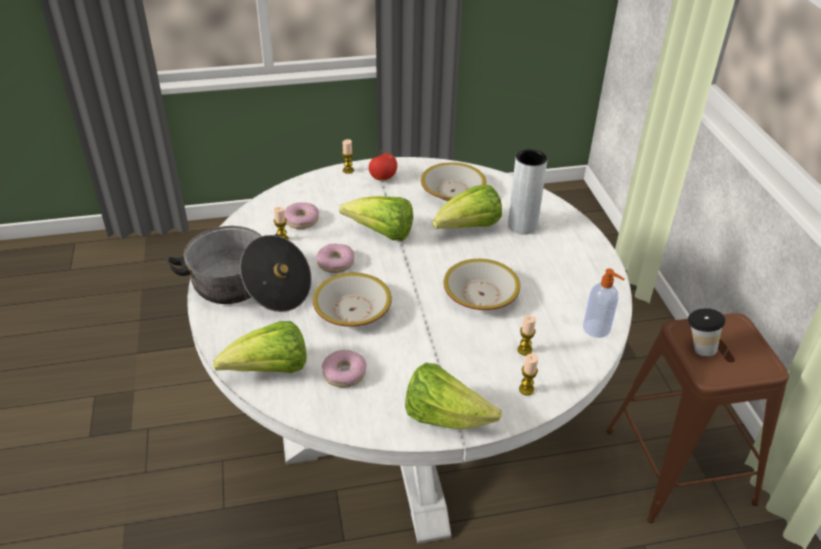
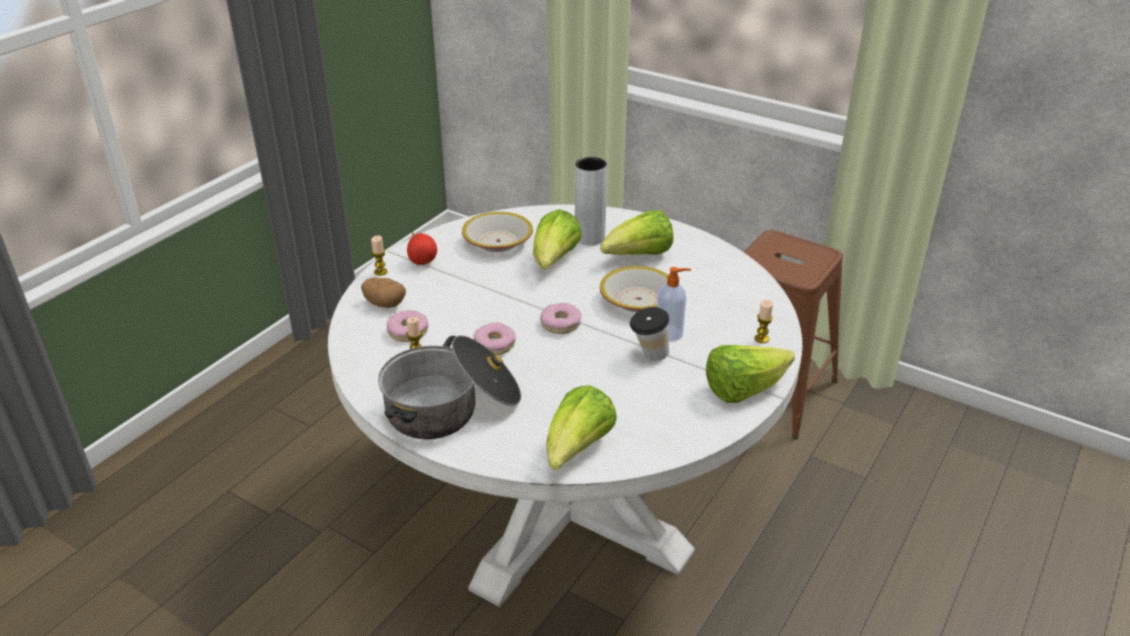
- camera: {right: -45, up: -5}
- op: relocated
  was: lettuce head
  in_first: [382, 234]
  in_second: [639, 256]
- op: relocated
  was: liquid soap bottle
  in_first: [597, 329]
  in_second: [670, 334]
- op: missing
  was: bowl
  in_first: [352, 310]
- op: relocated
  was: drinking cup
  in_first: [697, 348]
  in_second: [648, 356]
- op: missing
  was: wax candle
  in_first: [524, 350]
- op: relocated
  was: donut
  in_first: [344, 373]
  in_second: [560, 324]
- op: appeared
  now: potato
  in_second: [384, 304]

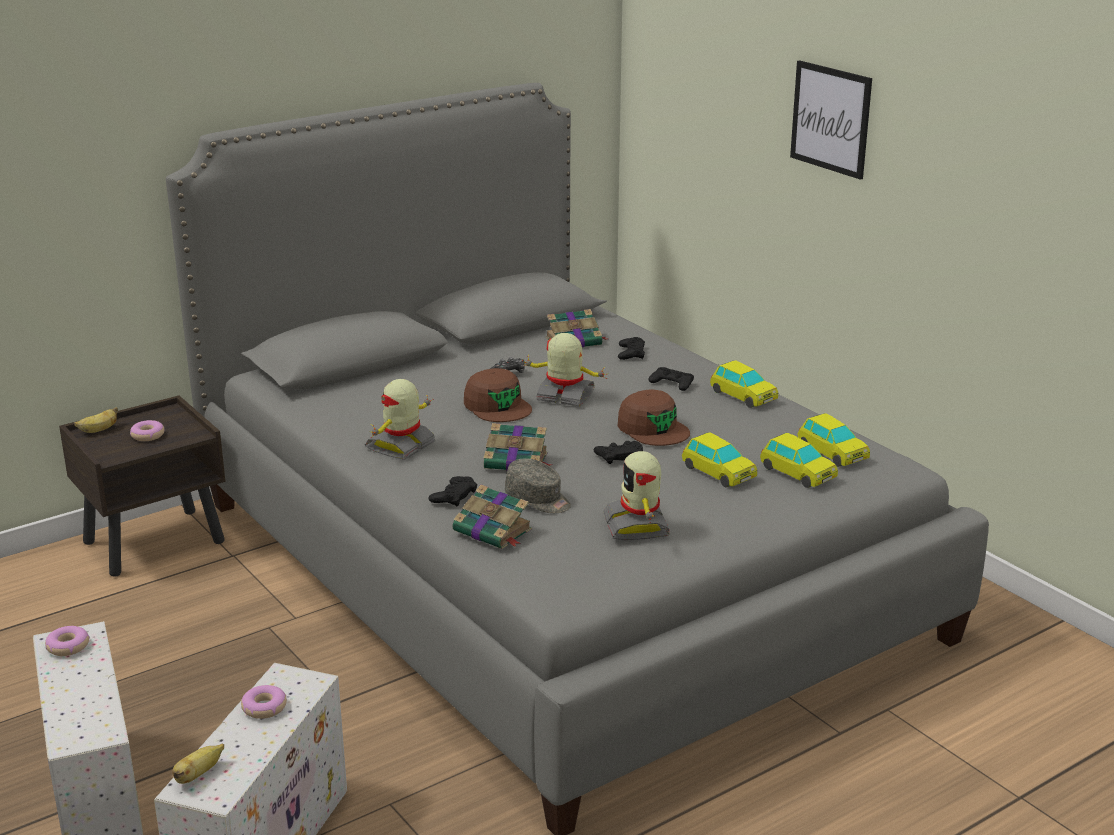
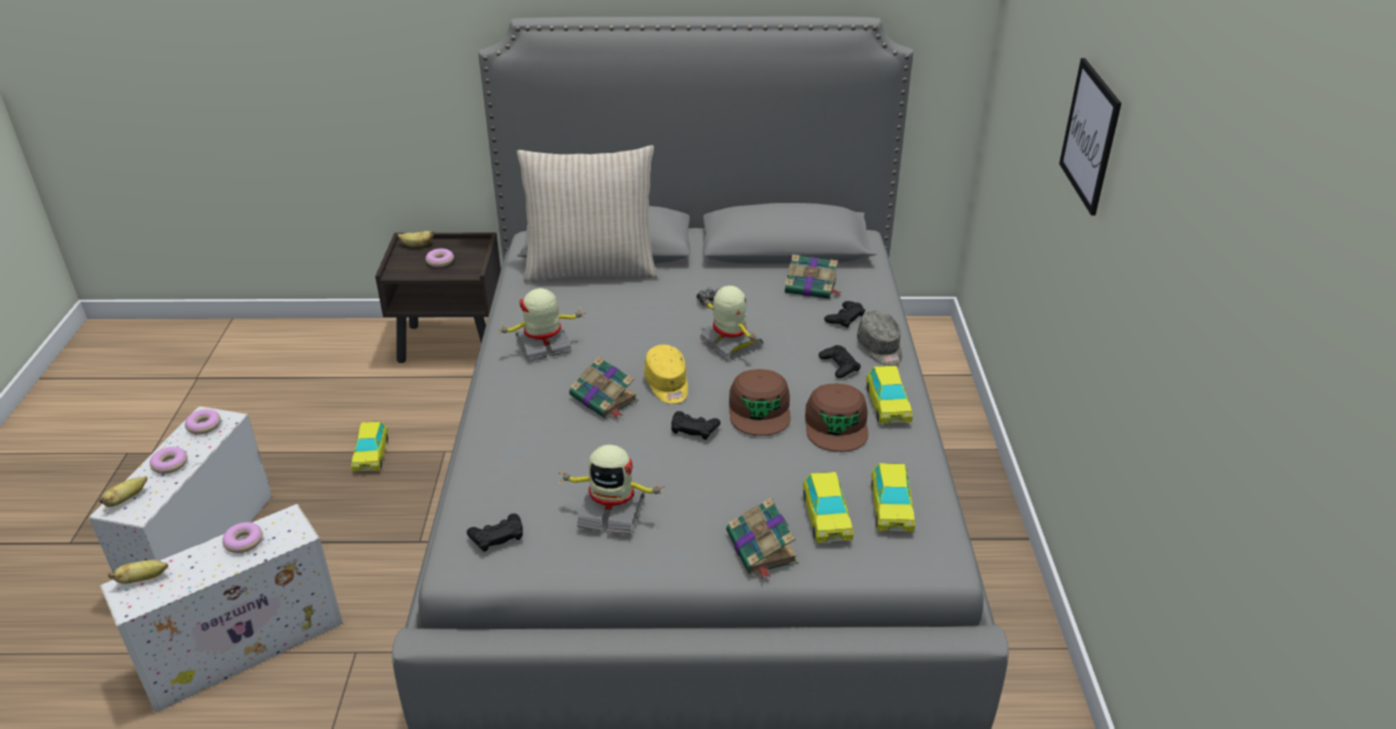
- camera: {right: 35, up: 10}
- op: relocated
  was: brown-coloured peaked cap
  in_first: [497, 406]
  in_second: [836, 425]
- op: relocated
  was: miniature car
  in_first: [718, 473]
  in_second: [371, 455]
- op: spun
  was: robot figure
  in_first: [638, 525]
  in_second: [612, 512]
  clockwise: -105
- op: relocated
  was: grey peaked cap
  in_first: [538, 500]
  in_second: [880, 349]
- op: relocated
  was: black-coloured joypad
  in_first: [453, 496]
  in_second: [497, 536]
- op: relocated
  was: book
  in_first: [493, 531]
  in_second: [762, 549]
- op: appeared
  now: beige-coloured throw pillow
  in_second: [591, 269]
- op: appeared
  now: yellow-coloured peaked cap
  in_second: [667, 385]
- op: appeared
  now: donut
  in_second: [170, 464]
- op: appeared
  now: banana
  in_second: [126, 499]

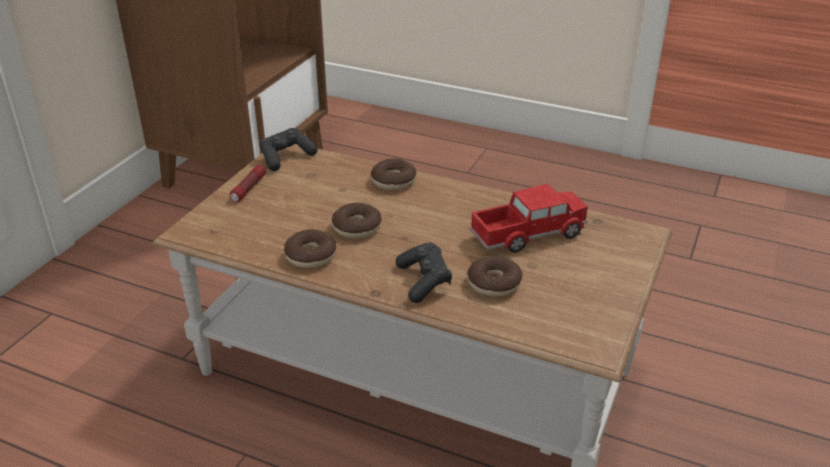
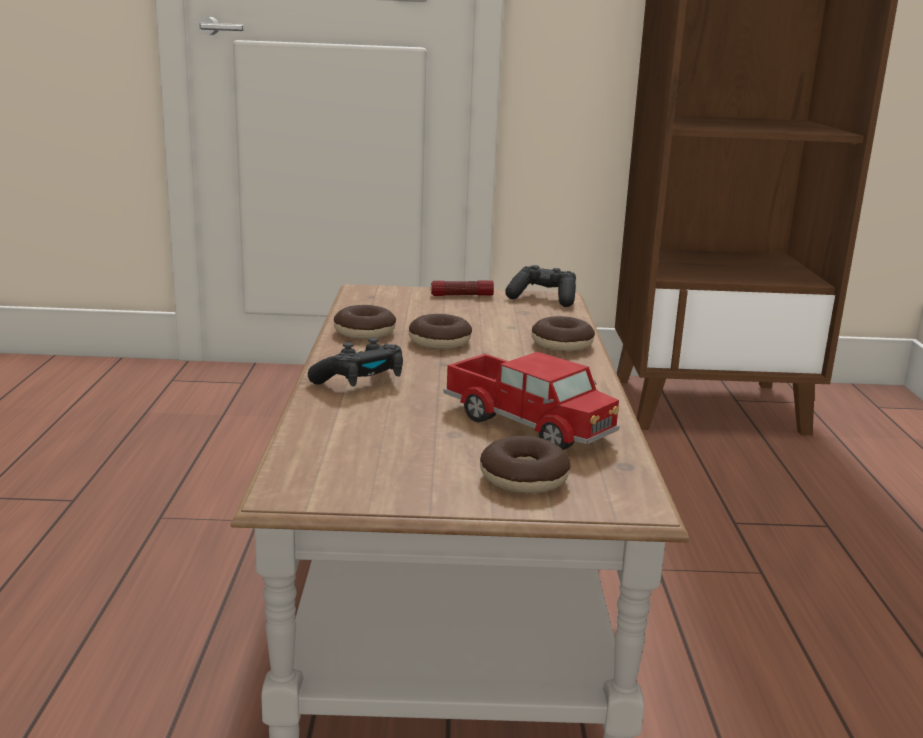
- camera: {right: 65, up: -15}
- op: relocated
  was: donut
  in_first: [494, 283]
  in_second: [523, 479]

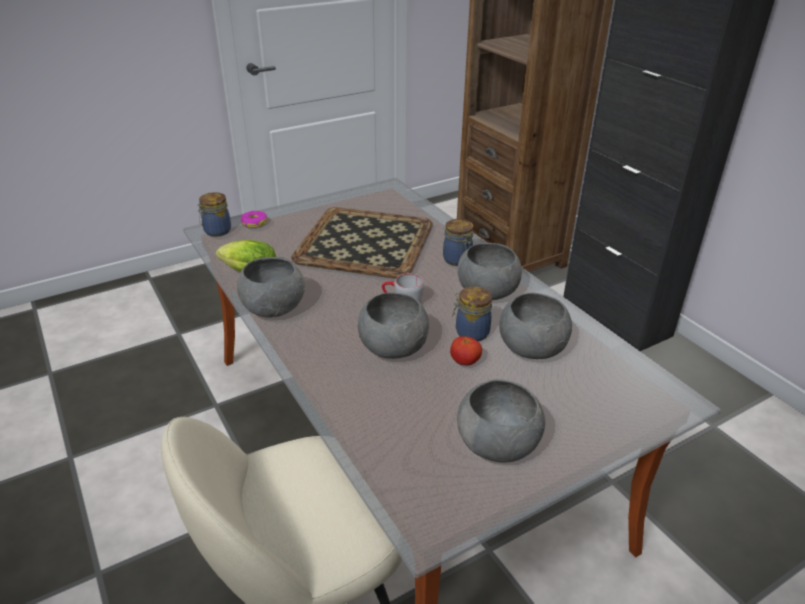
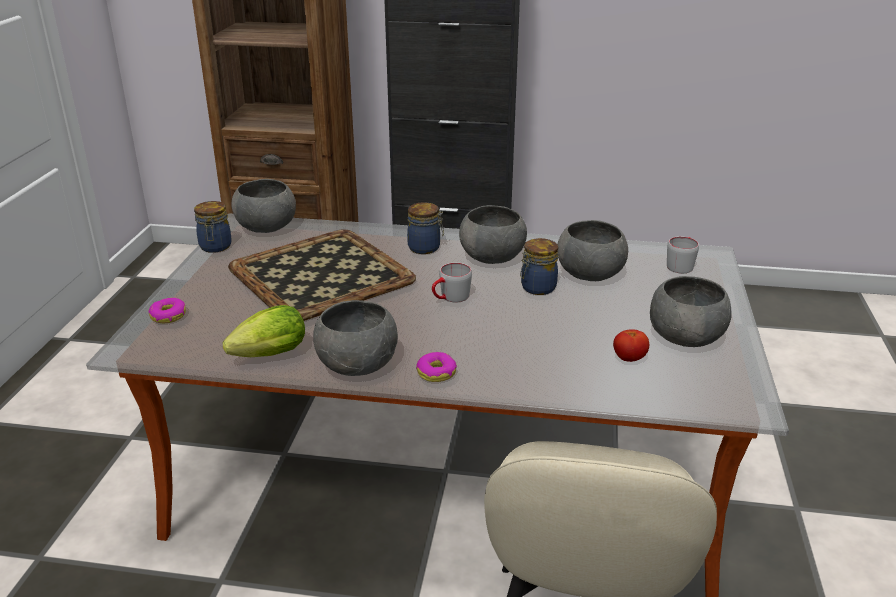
- camera: {right: -50, up: -5}
- op: relocated
  was: storage jar
  in_first: [216, 231]
  in_second: [215, 247]
- op: relocated
  was: grey bowl
  in_first: [393, 347]
  in_second: [266, 227]
- op: relocated
  was: fresh tomato
  in_first: [465, 362]
  in_second: [629, 359]
- op: appeared
  now: grey mug
  in_second: [681, 264]
- op: appeared
  now: donut
  in_second: [436, 372]

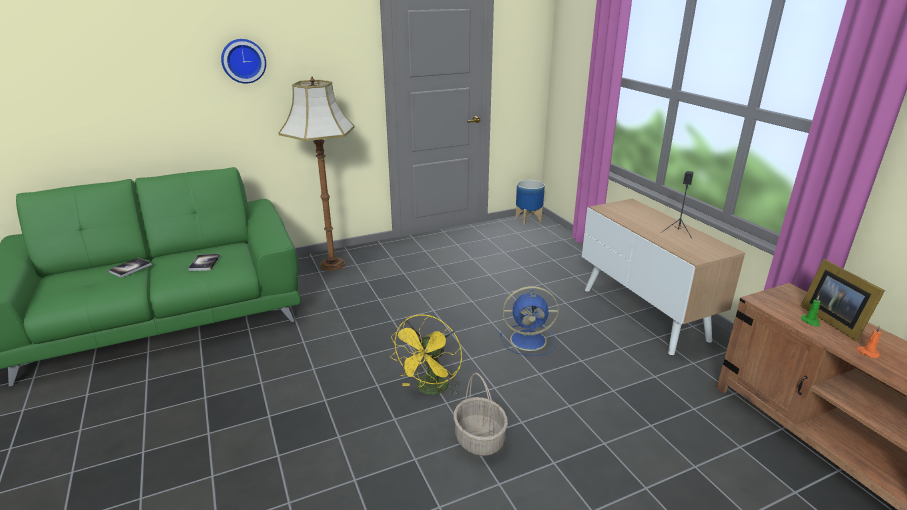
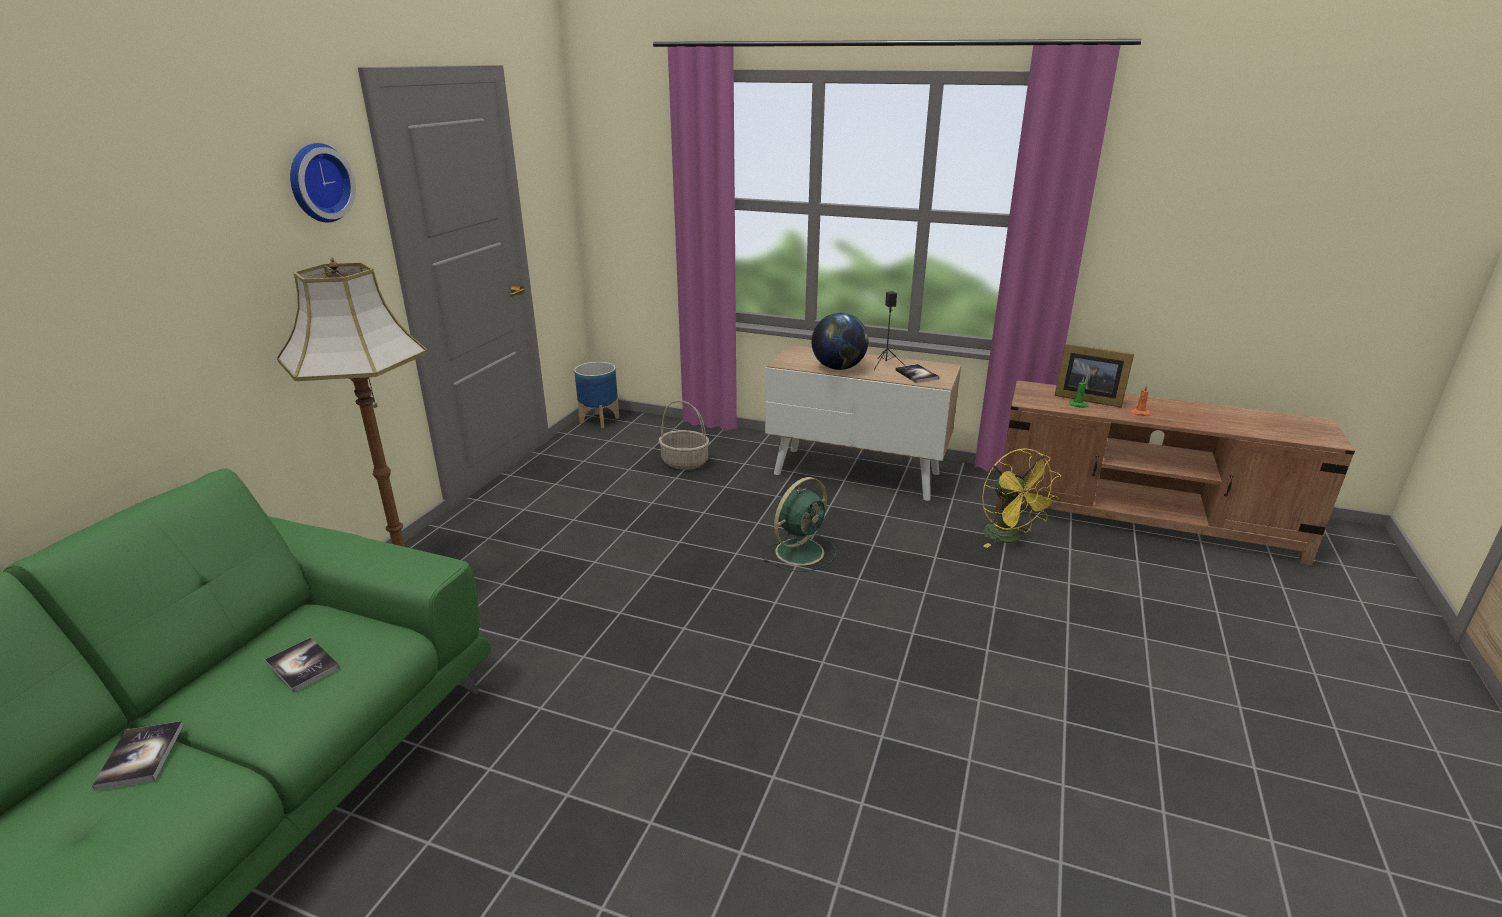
- camera: {right: -45, up: 0}
- op: relocated
  was: clock on the wall
  in_first: [243, 61]
  in_second: [318, 183]
- op: colour
  was: blue fan
  now: greenish fan
  in_first: [530, 340]
  in_second: [801, 551]
- op: relocated
  was: yellow-coloured fan
  in_first: [430, 390]
  in_second: [1009, 538]
- op: relocated
  was: household basket
  in_first: [479, 439]
  in_second: [684, 462]
- op: appeared
  now: world globe
  in_second: [838, 368]
- op: appeared
  now: book
  in_second: [916, 374]

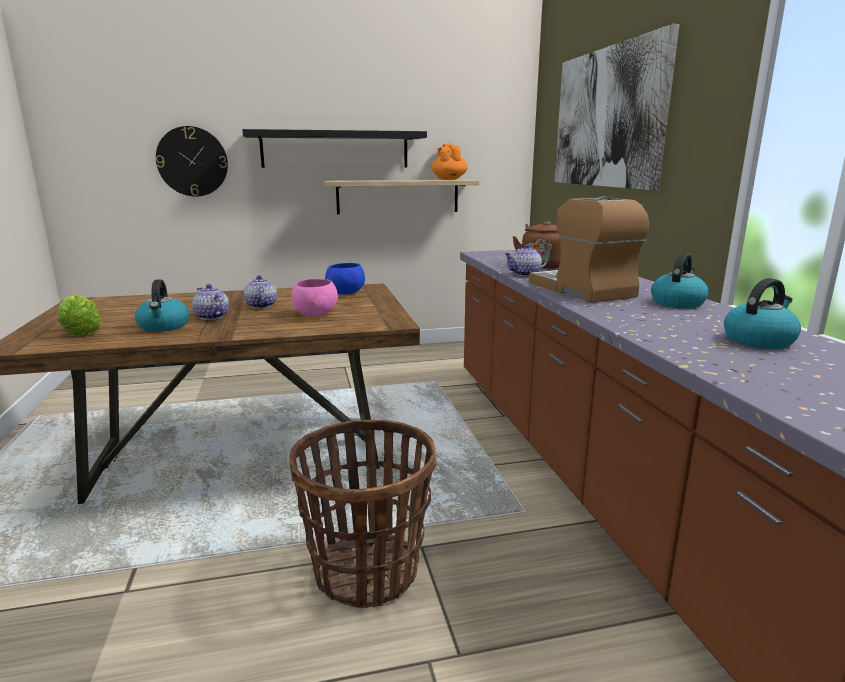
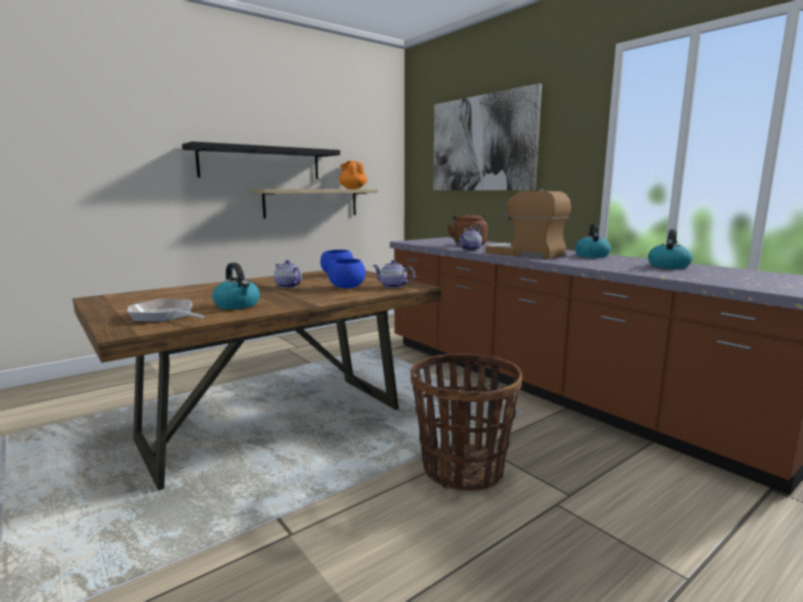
- camera: {right: -25, up: -5}
- op: missing
  was: clock on the wall
  in_first: [192, 161]
- op: colour
  was: pinkish bowl
  now: blue bowl
  in_first: [314, 314]
  in_second: [346, 287]
- op: relocated
  was: tea pot
  in_first: [212, 317]
  in_second: [393, 286]
- op: exchanged
  was: lettuce head
  now: pan
  in_first: [80, 332]
  in_second: [164, 316]

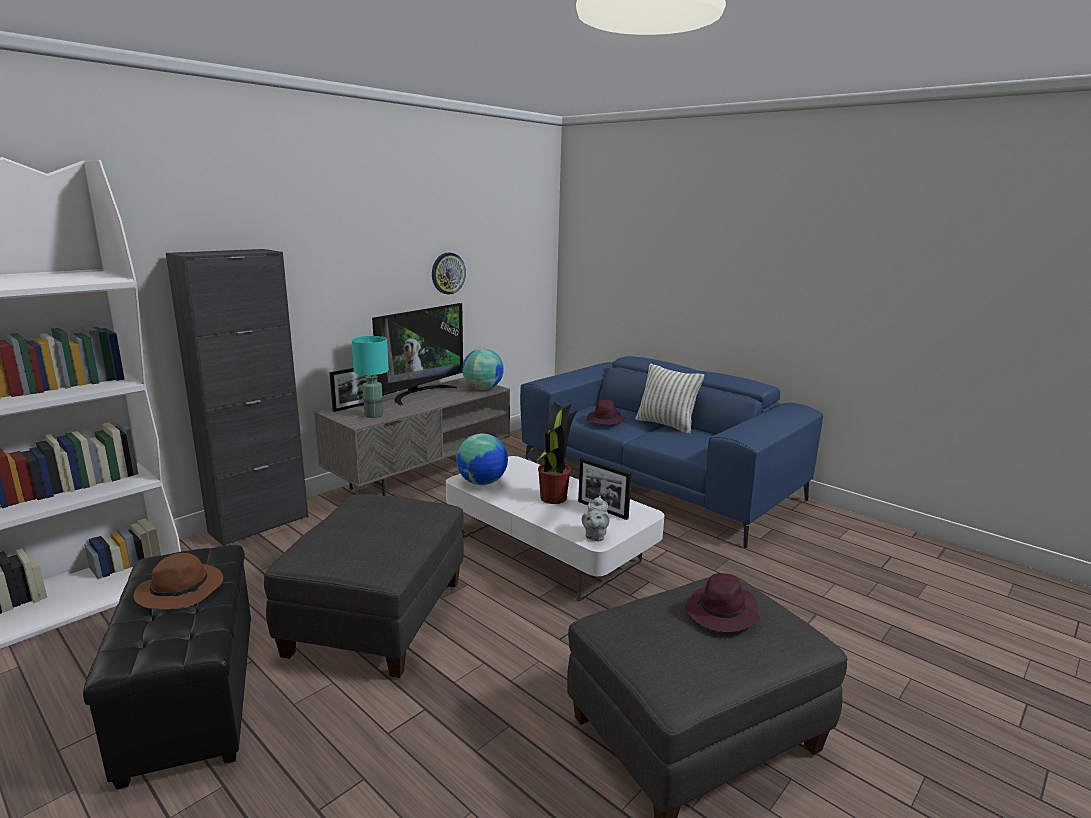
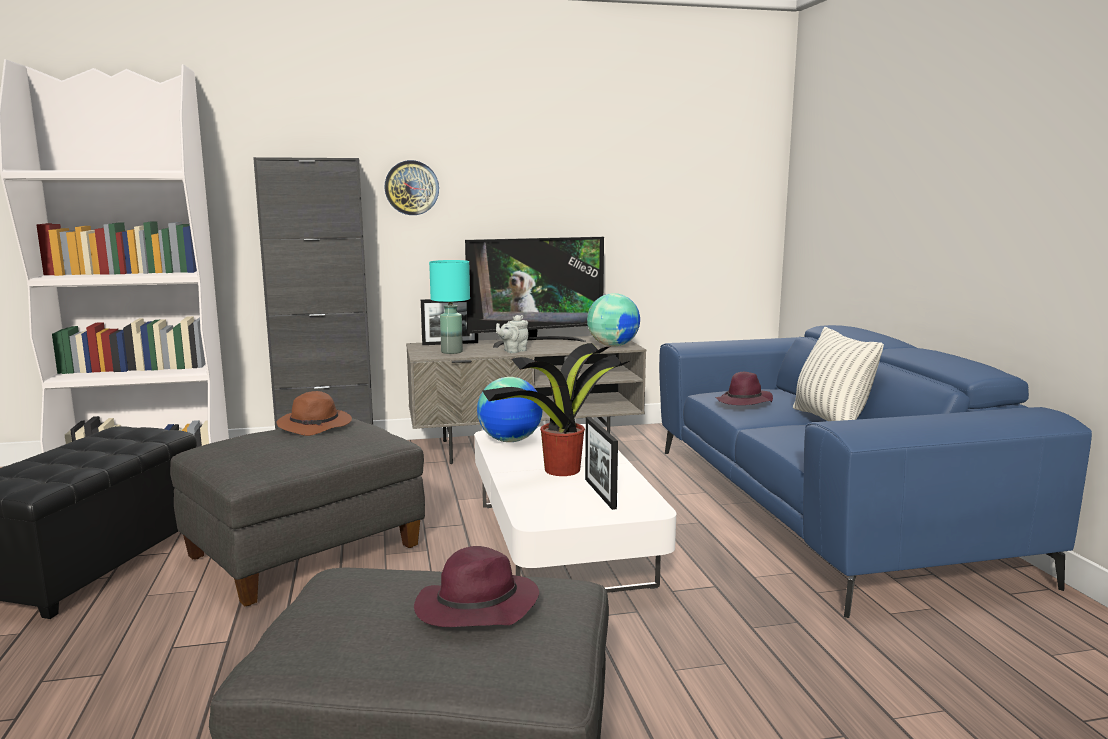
- camera: {right: 35, up: -5}
- op: relocated
  was: clock on the wall
  in_first: [448, 273]
  in_second: [411, 188]
- op: relocated
  was: grey tea pot
  in_first: [595, 536]
  in_second: [513, 351]
- op: relocated
  was: brown-coloured clothing hat
  in_first: [182, 590]
  in_second: [316, 426]

